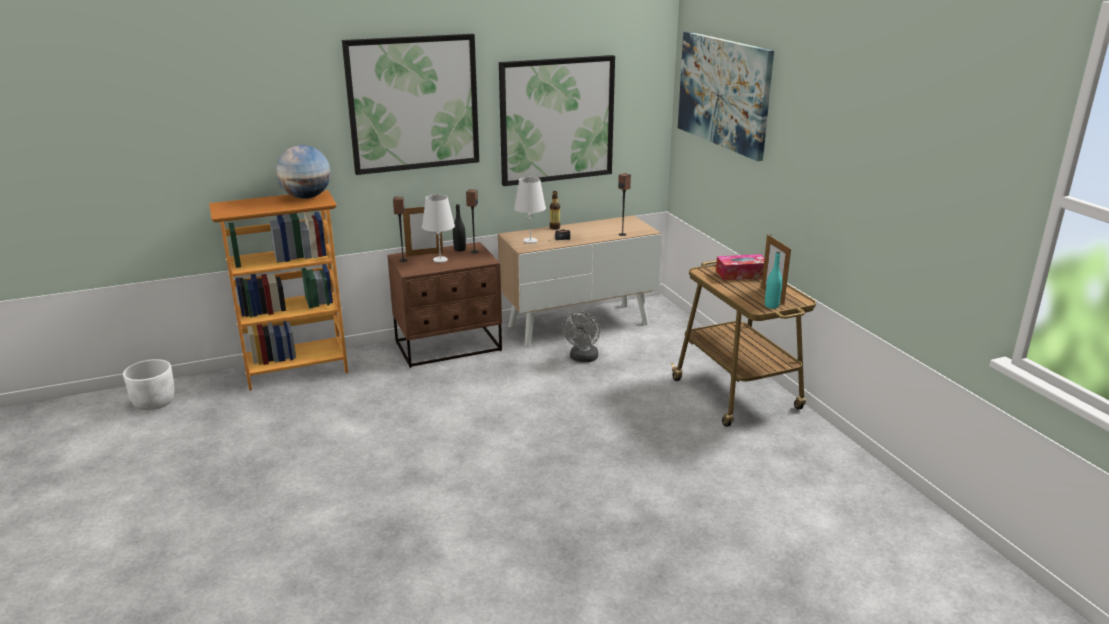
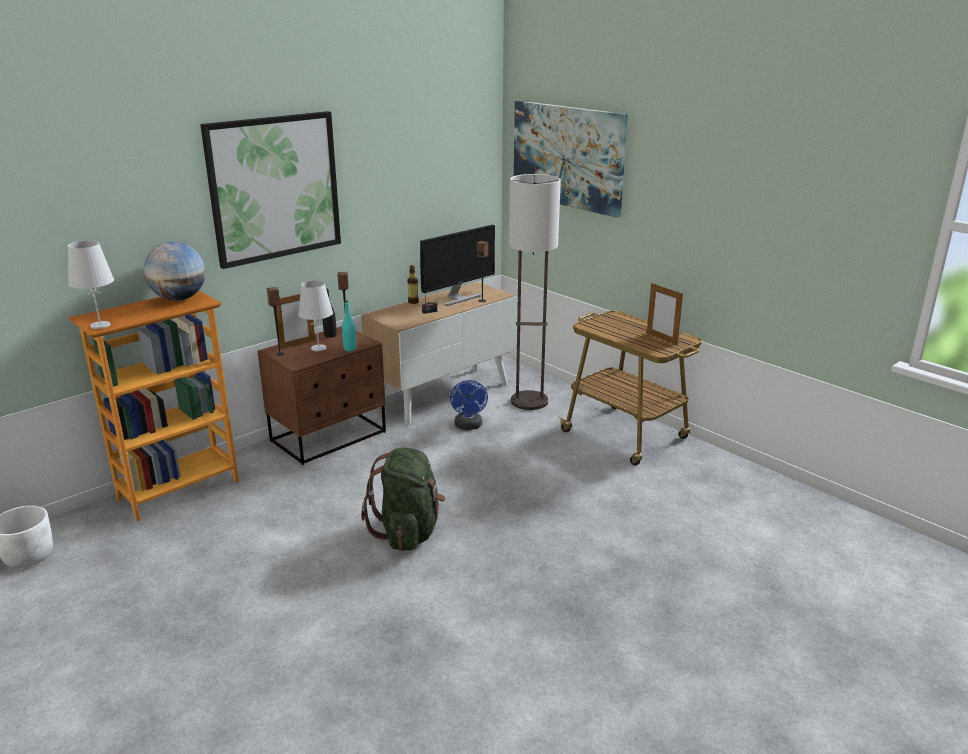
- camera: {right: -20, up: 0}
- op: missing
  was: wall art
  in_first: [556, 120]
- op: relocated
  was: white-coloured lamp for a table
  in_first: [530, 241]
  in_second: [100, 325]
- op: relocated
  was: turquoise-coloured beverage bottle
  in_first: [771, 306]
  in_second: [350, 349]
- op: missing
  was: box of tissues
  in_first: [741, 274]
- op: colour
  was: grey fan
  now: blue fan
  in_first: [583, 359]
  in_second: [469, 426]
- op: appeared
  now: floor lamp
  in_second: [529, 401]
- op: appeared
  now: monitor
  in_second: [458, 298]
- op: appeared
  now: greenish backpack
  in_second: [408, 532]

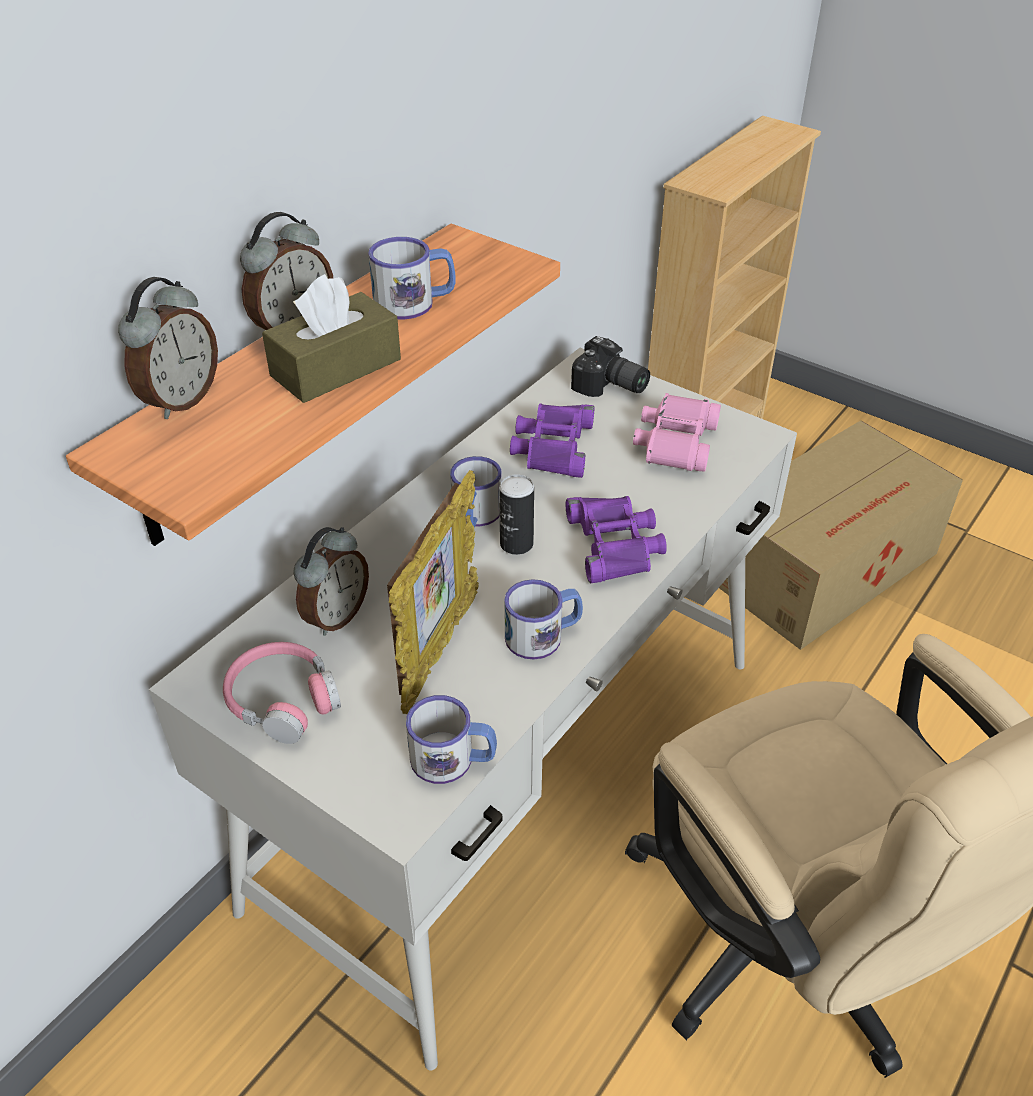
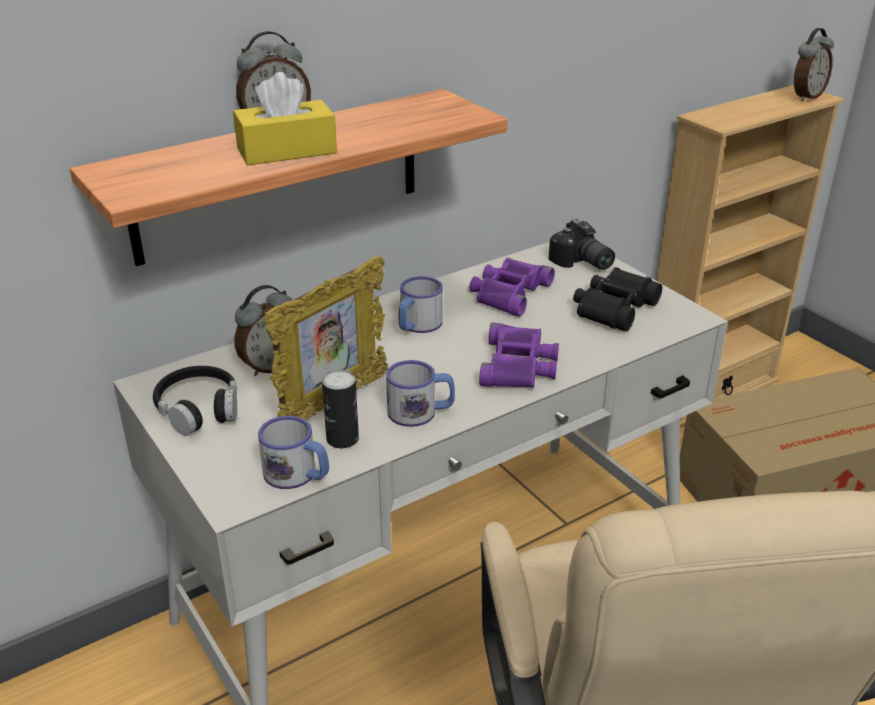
- camera: {right: 20, up: -10}
- op: missing
  was: mug
  in_first: [415, 303]
- op: colour
  was: brown-coloured box of tissues
  now: yellow-coloured box of tissues
  in_first: [336, 368]
  in_second: [287, 151]
- op: relocated
  was: bedside clock
  in_first: [180, 400]
  in_second: [806, 97]
- op: colour
  was: pinkish pair of binoculars
  now: black-coloured pair of binoculars
  in_first: [675, 443]
  in_second: [613, 309]
- op: relocated
  was: can
  in_first: [516, 544]
  in_second: [342, 439]
- op: colour
  was: pinkish headset
  now: black-coloured headset
  in_first: [283, 700]
  in_second: [199, 409]

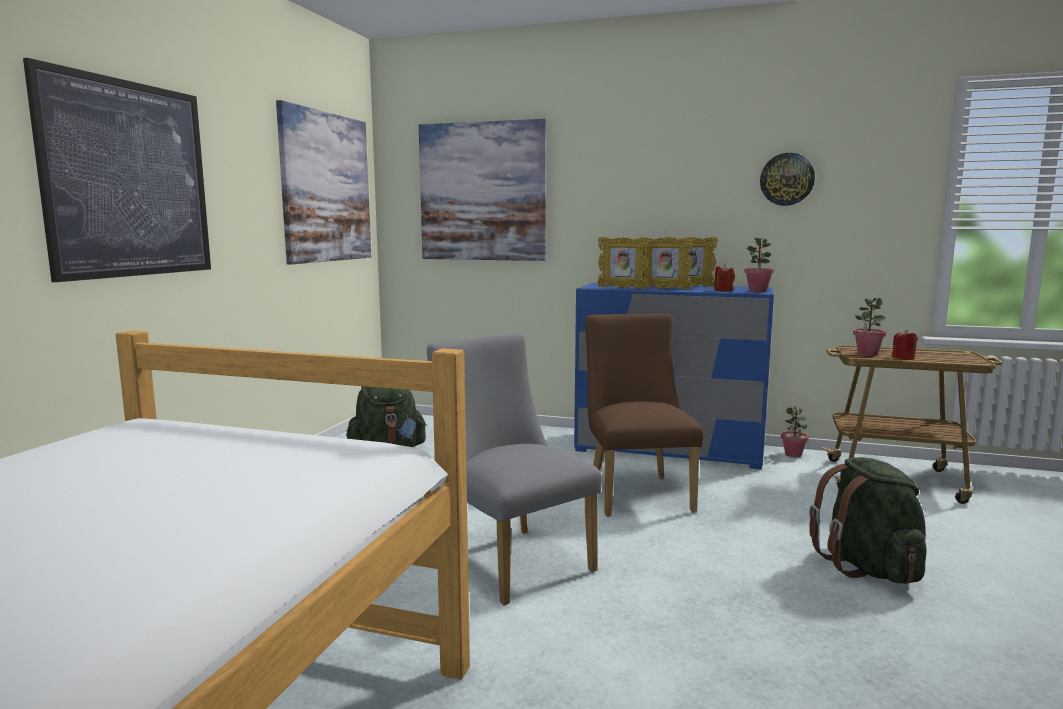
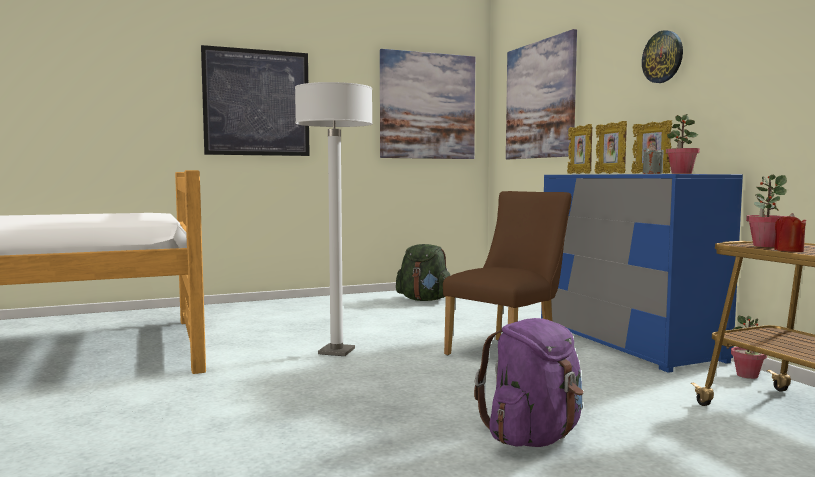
- camera: {right: 50, up: -5}
- op: relocated
  was: clock on the wall
  in_first: [787, 179]
  in_second: [663, 57]
- op: colour
  was: reddish wax candle
  now: grey wax candle
  in_first: [723, 290]
  in_second: [652, 173]
- op: exchanged
  was: grey upright chair
  now: white-coloured floor lamp
  in_first: [511, 559]
  in_second: [336, 351]
- op: colour
  was: greenish backpack
  now: purplish backpack
  in_first: [868, 567]
  in_second: [533, 437]

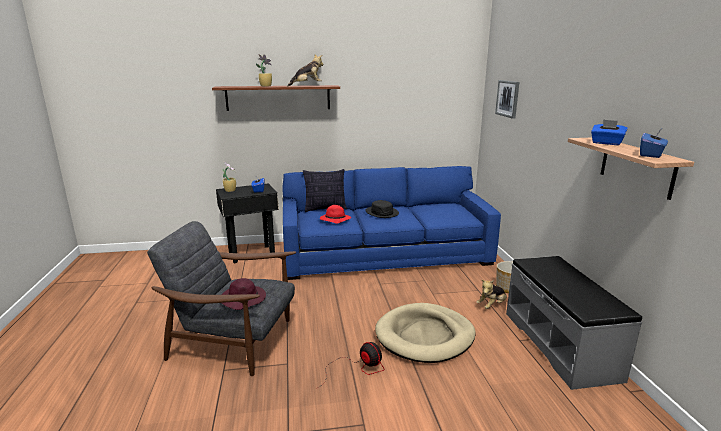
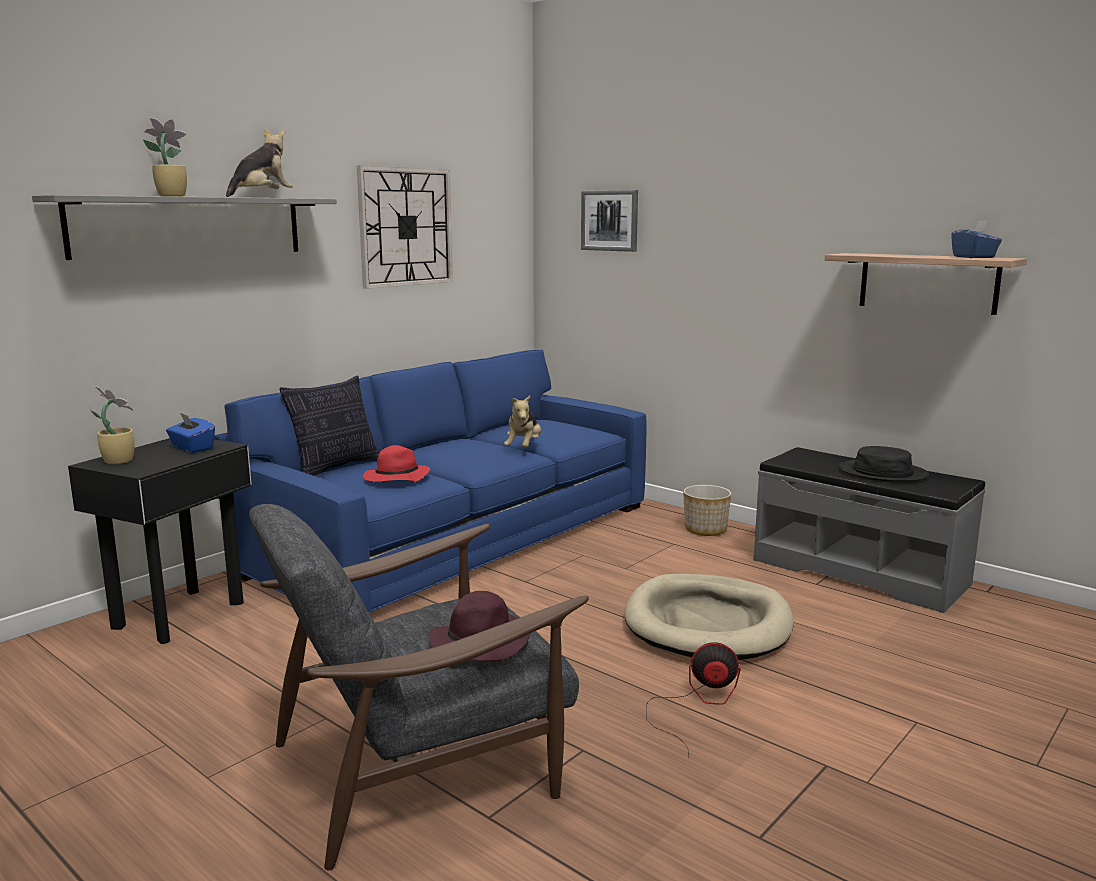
- camera: {right: -40, up: -5}
- op: colour
  was: brown-coloured bracket shelf
  now: grey bracket shelf
  in_first: [278, 98]
  in_second: [190, 226]
- op: missing
  was: blue box of tissues
  in_first: [606, 143]
- op: relocated
  was: black-coloured clothing hat
  in_first: [382, 212]
  in_second: [882, 473]
- op: relocated
  was: cuddly toy
  in_first: [492, 305]
  in_second: [524, 448]
- op: appeared
  now: clock on the wall
  in_second: [406, 227]

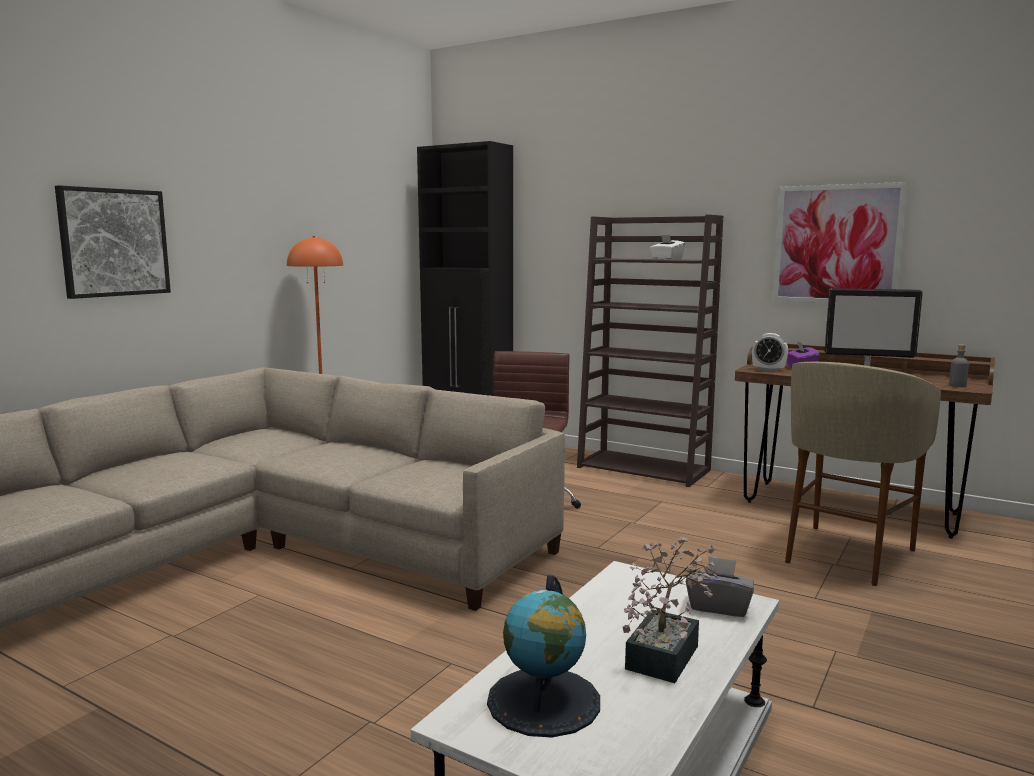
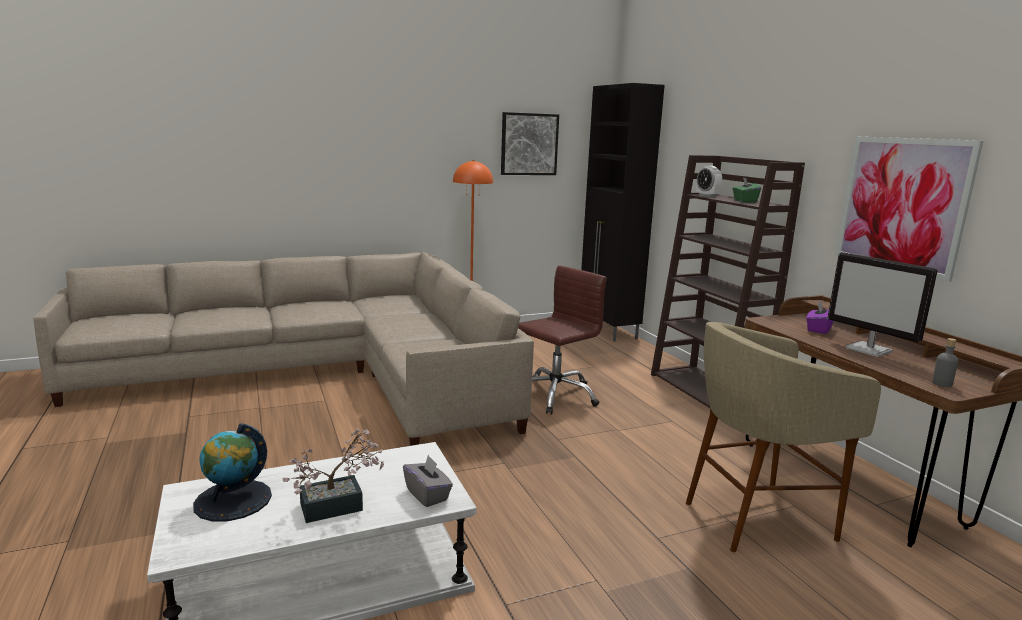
- camera: {right: 35, up: 5}
- op: relocated
  was: wall art
  in_first: [114, 242]
  in_second: [529, 144]
- op: colour
  was: white-coloured box of tissues
  now: greenish box of tissues
  in_first: [666, 259]
  in_second: [744, 201]
- op: relocated
  was: bedside clock
  in_first: [768, 370]
  in_second: [707, 196]

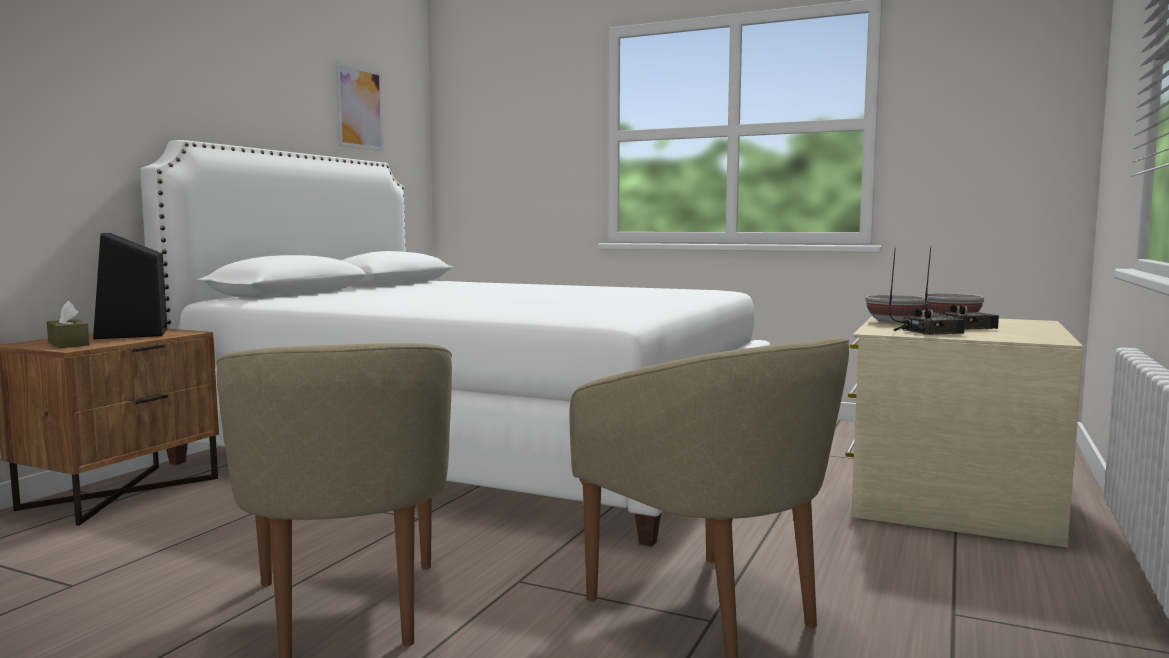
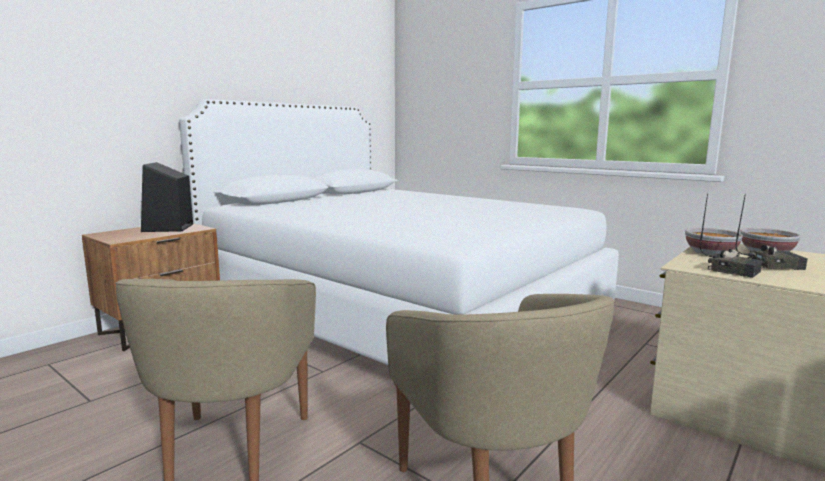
- camera: {right: 15, up: 5}
- op: missing
  was: wall art
  in_first: [359, 108]
- op: spun
  was: radio set
  in_first: [928, 332]
  in_second: [732, 270]
  clockwise: 45
- op: missing
  was: brown-coloured box of tissues
  in_first: [68, 344]

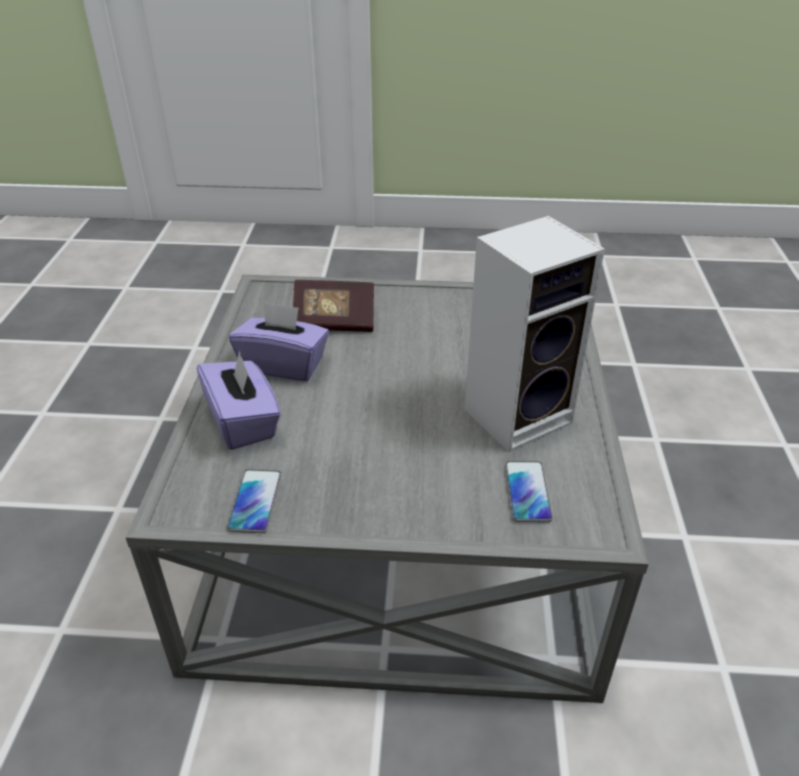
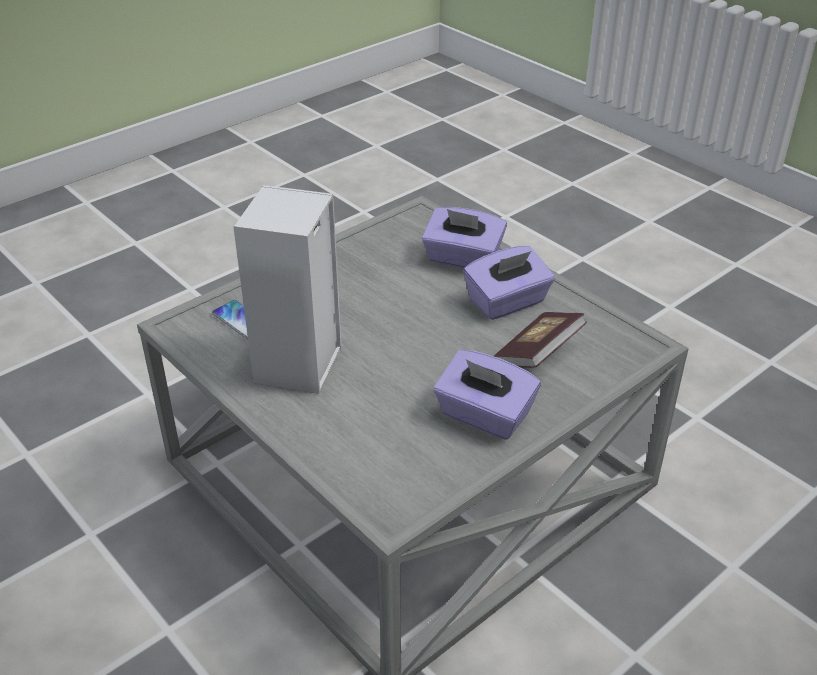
- camera: {right: 135, up: 0}
- op: missing
  was: phone
  in_first: [255, 502]
- op: appeared
  now: purplish box of tissues
  in_second: [484, 416]

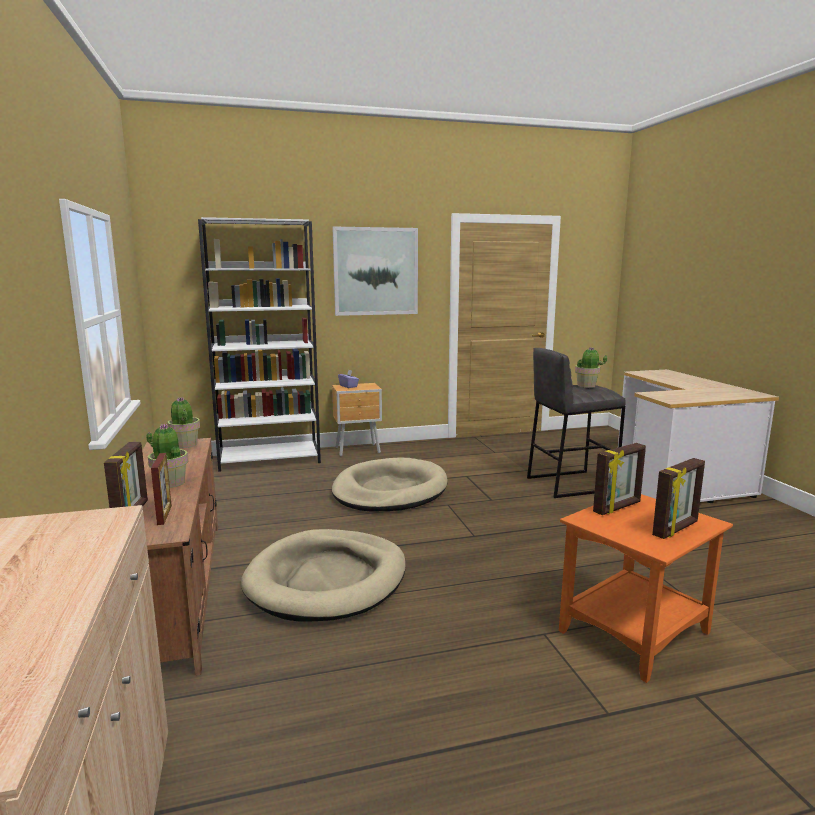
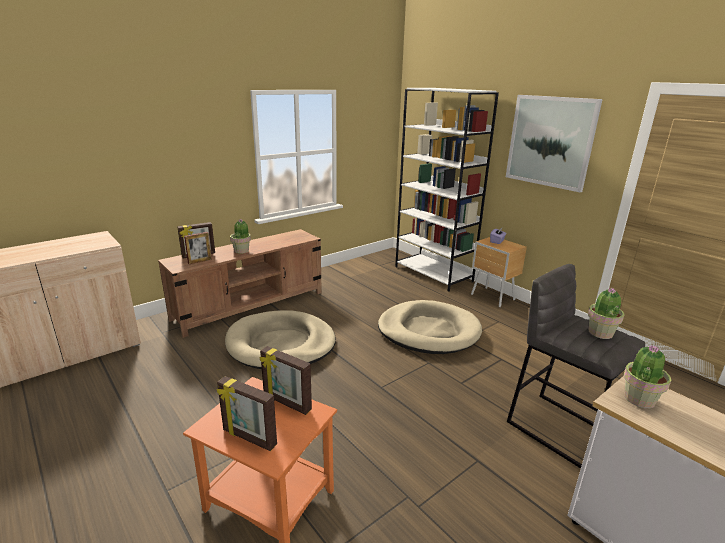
- camera: {right: 65, up: 10}
- op: relocated
  was: potted plant
  in_first: [185, 445]
  in_second: [639, 399]

